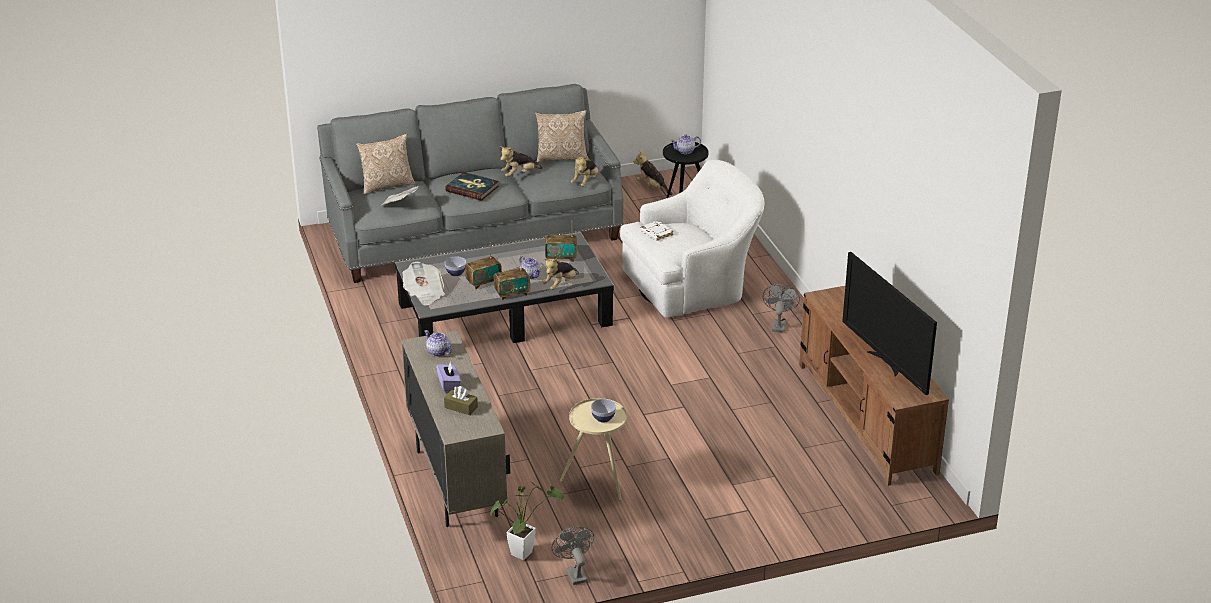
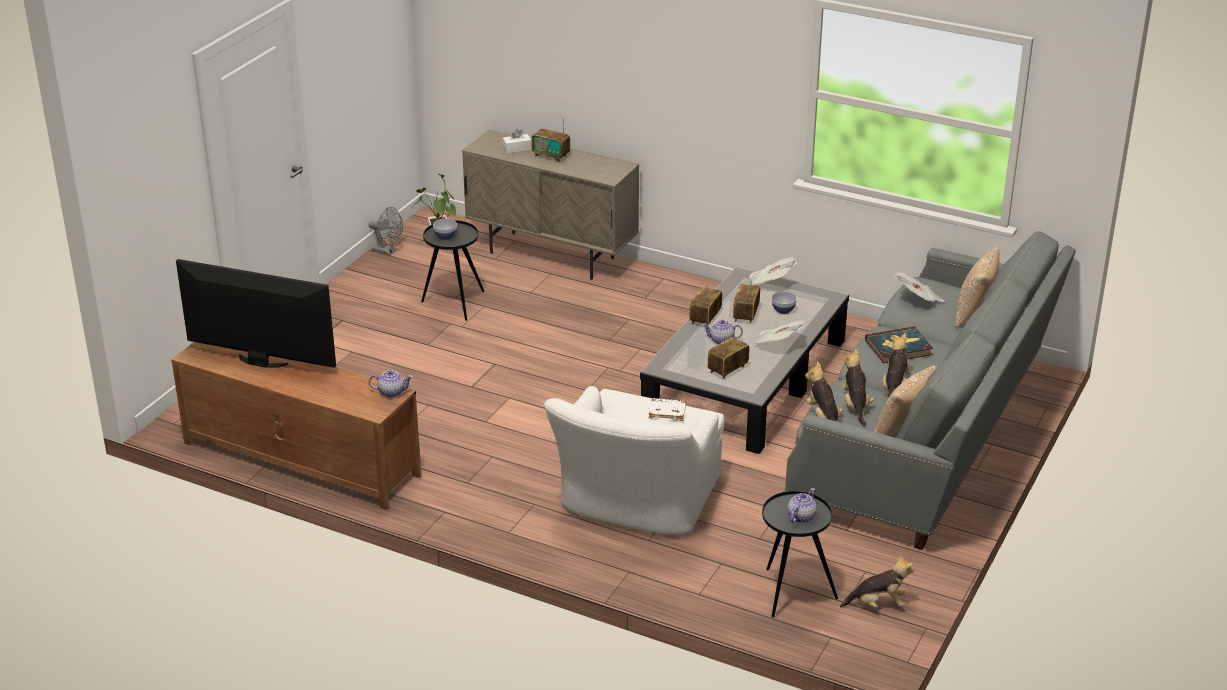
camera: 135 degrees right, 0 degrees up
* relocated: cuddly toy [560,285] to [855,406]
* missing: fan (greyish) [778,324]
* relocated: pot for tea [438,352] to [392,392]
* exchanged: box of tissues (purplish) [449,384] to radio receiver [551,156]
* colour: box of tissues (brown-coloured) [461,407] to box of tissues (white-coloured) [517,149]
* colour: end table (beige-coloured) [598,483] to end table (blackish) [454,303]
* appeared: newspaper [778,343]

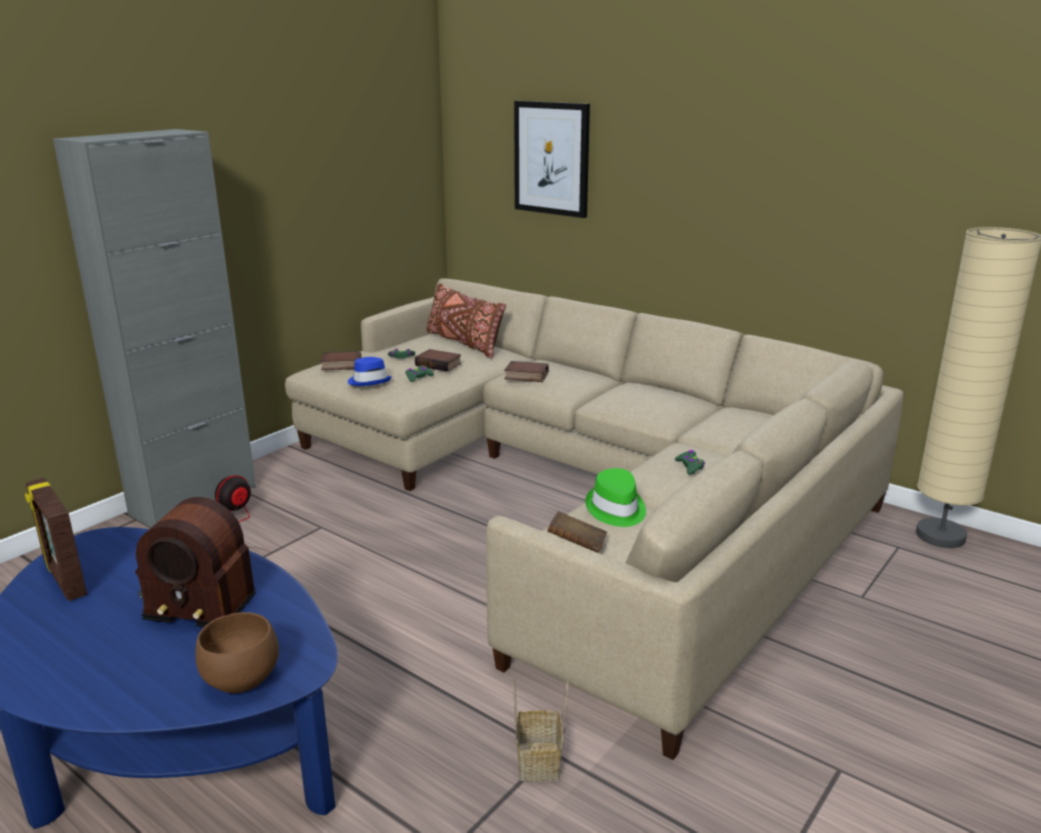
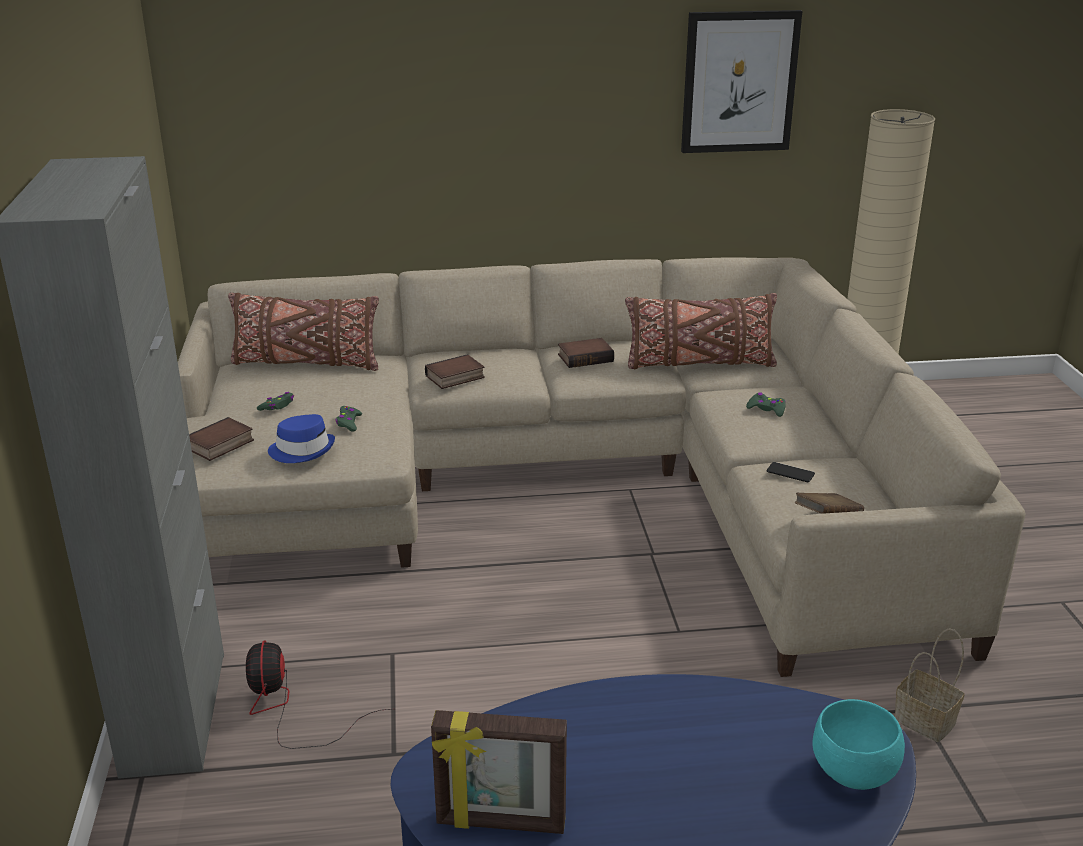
camera: 45 degrees left, 5 degrees up
* relocated: picture [552,158] to [739,82]
* relocated: bound book [439,364] to [585,357]
* exchanged: hat (greenish) [616,509] to phone [790,473]
* missing: radio receiver [198,594]
* colour: serving bowl (brown-coloured) [240,681] to serving bowl (blue-green) [854,775]
* appeared: pillow (brown-coloured) [699,363]

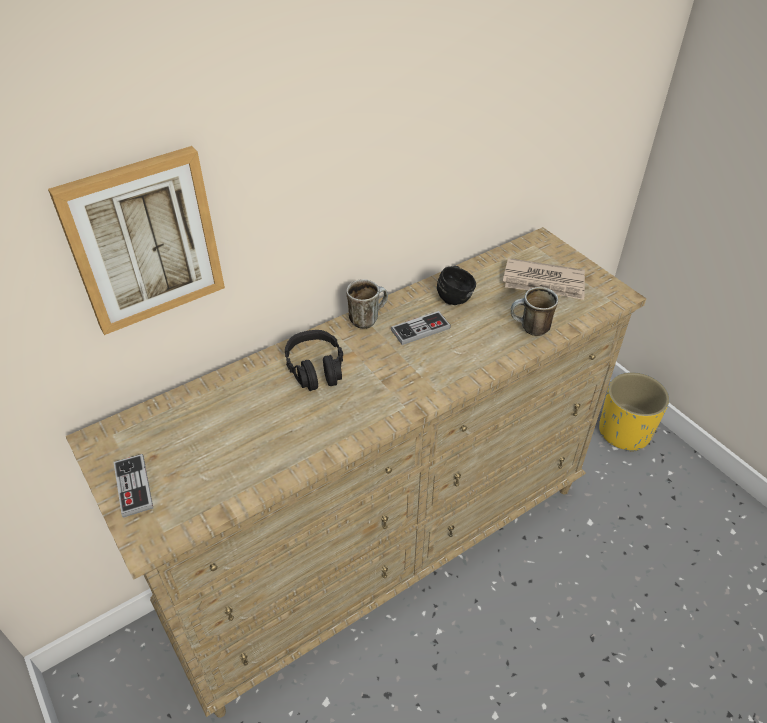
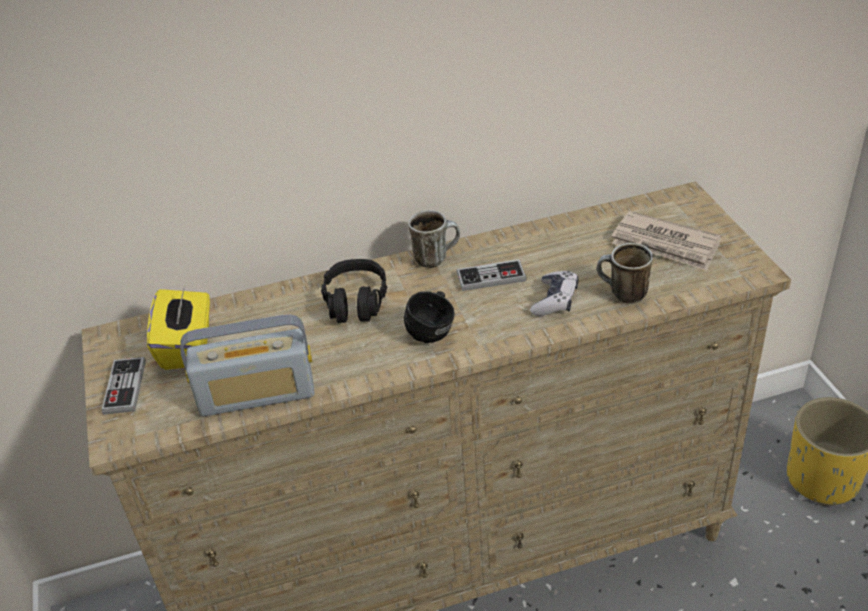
camera: 20 degrees right, 5 degrees down
* missing: picture [144,240]
* relocated: mug (blackish) [455,296] to [434,331]
* appeared: gamepad [555,300]
* appeared: box of tissues (yellowish) [188,346]
* appeared: radio receiver [257,395]

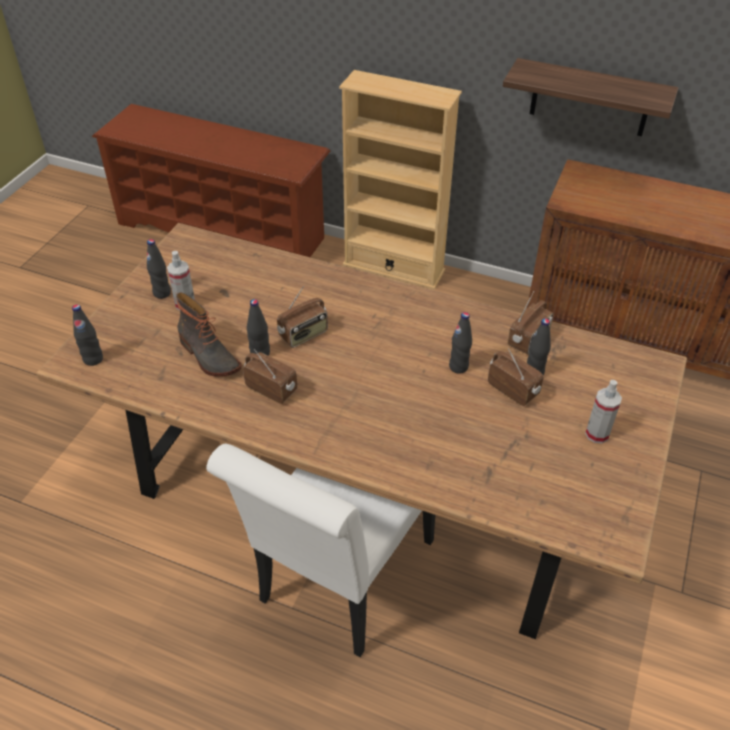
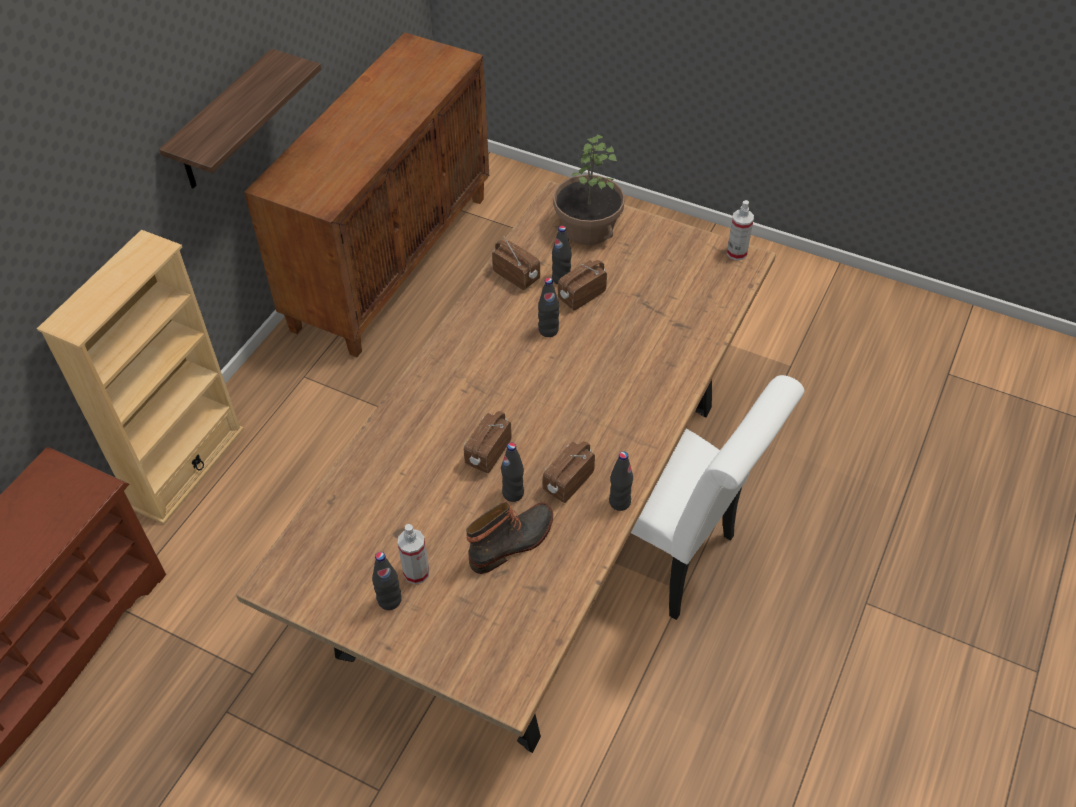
camera: 85 degrees left, 5 degrees up
* spun: radio receiver [304,335] = [487,453] 120 degrees counterclockwise
* relocated: drink bottle (blackish) [93,359] to [619,502]
* relocated: hand sprayer [597,434] to [736,253]
* appeared: plant in a pot [587,228]

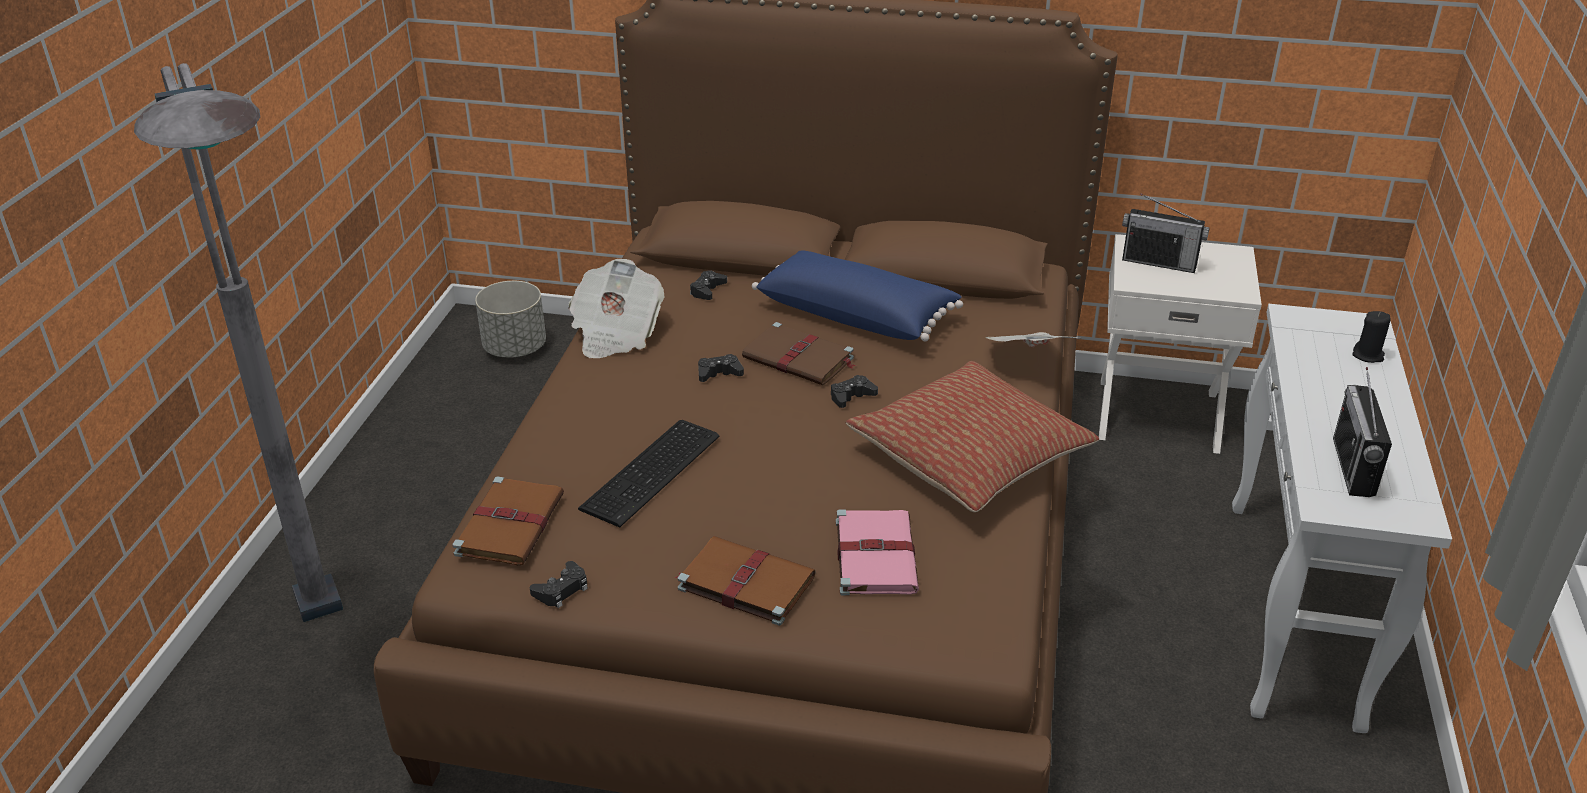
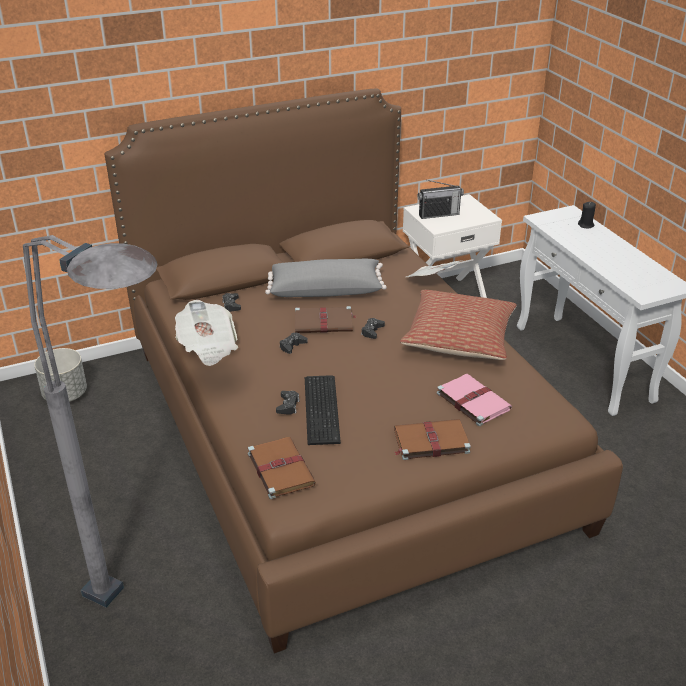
camera: 35 degrees left, 0 degrees up
* colour: pillow (blue) [856,314] to pillow (greyish) [325,290]
* missing: radio receiver [1353,467]
* relocated: gamepad (blackish) [562,590] to [288,405]

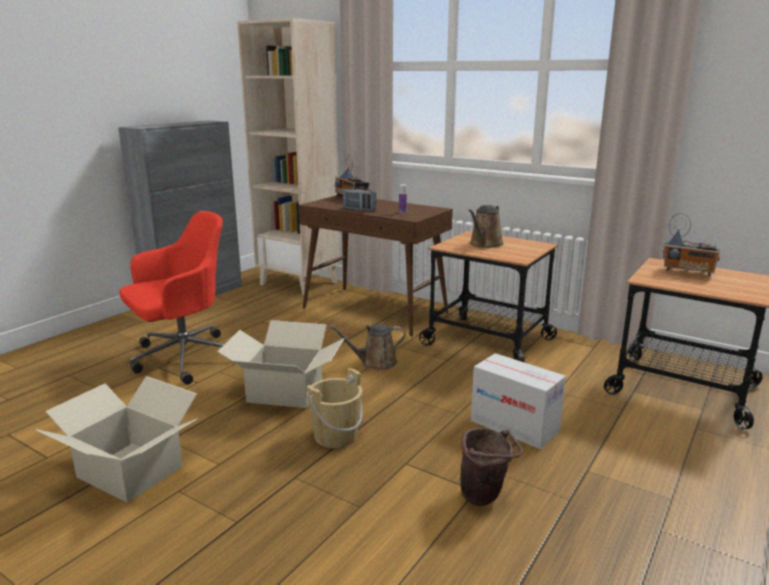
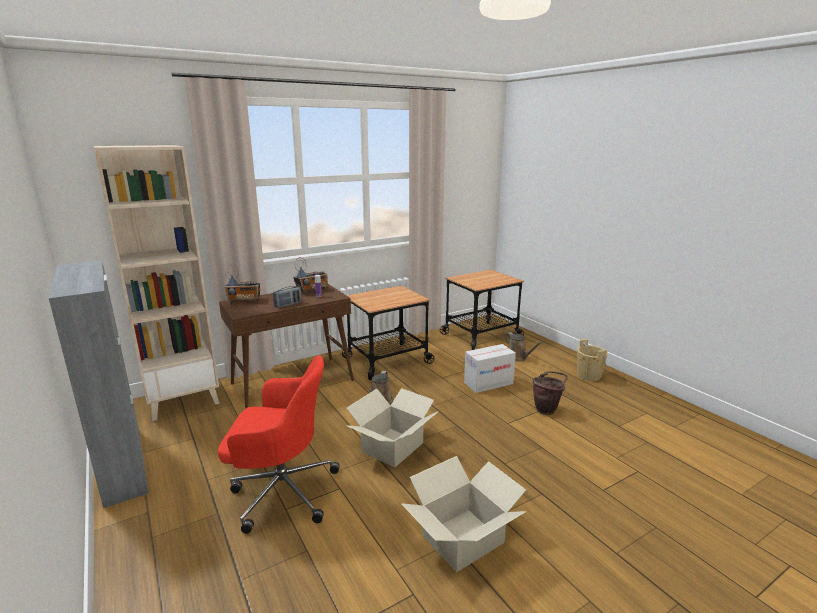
camera: 65 degrees left, 0 degrees up
* relocated: watering can (brown-coloured) [485,244] to [518,357]
* spun: office chair (red-coloured) [183,358] = [282,491] 105 degrees clockwise
* relocated: radio receiver [688,272] to [312,290]
* relocated: water bucket (beige-coloured) [335,436] to [588,375]

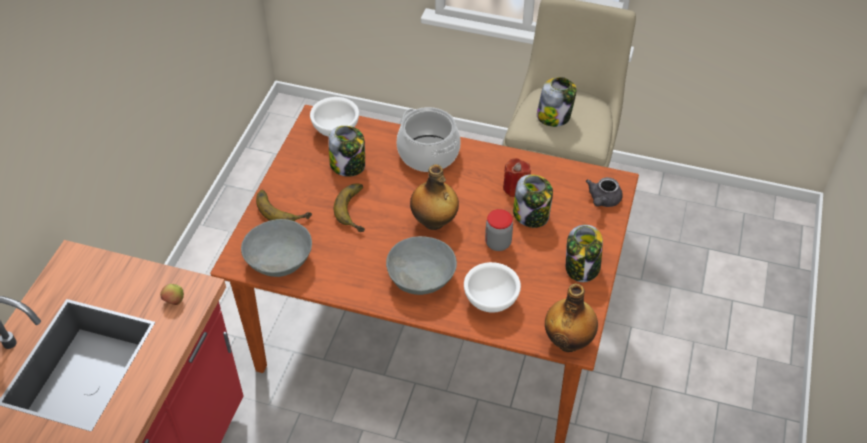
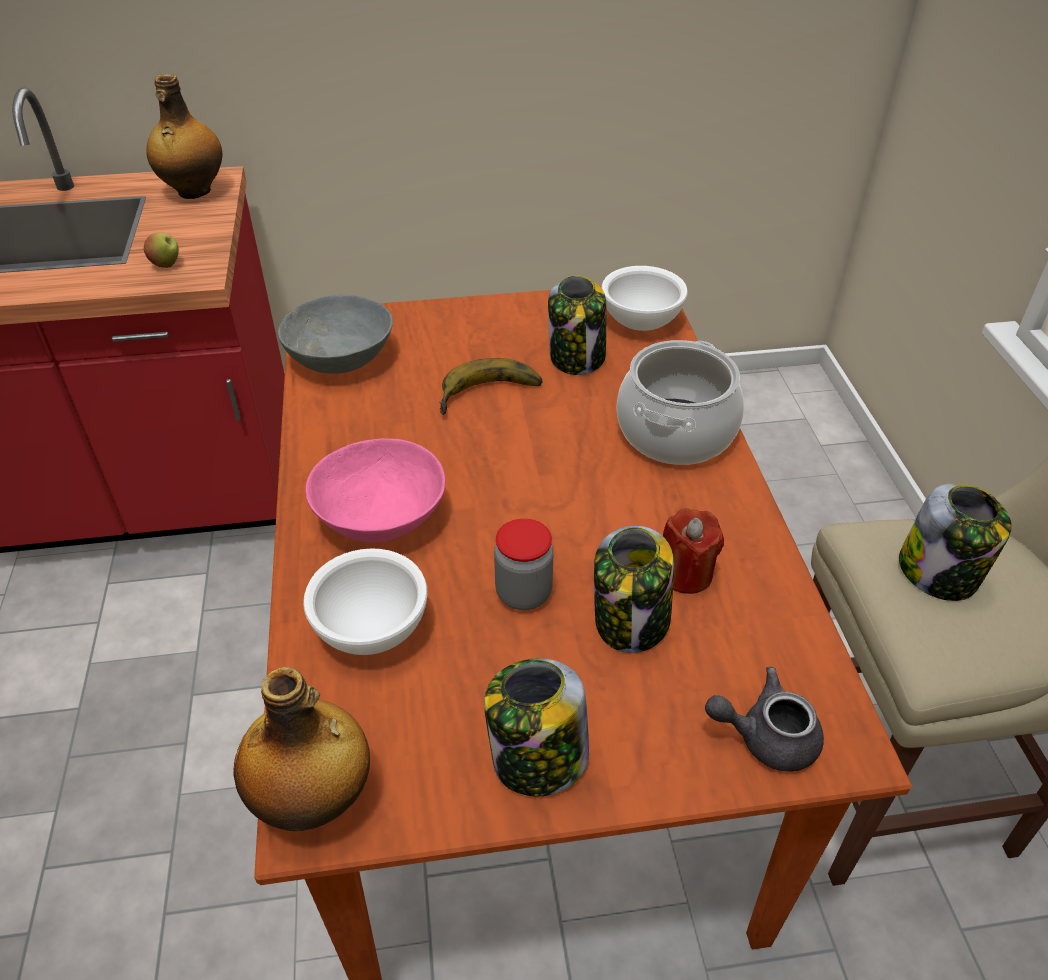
camera: 65 degrees right, 5 degrees down
* relocated: drink bottle [434,222] to [193,192]
* missing: banana fruit [282,207]
* colour: serving bowl (greyish) [422,278] to serving bowl (pink-coloured) [381,518]

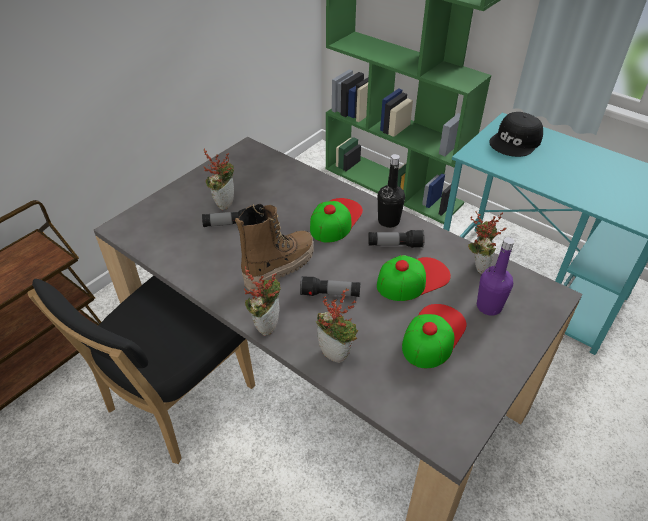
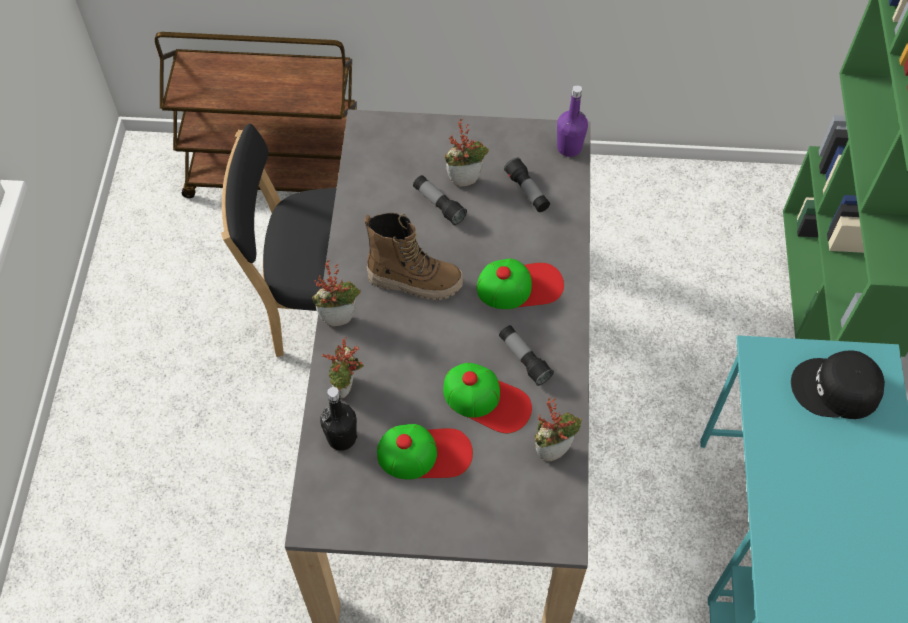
camera: 55 degrees right, 15 degrees up
* relocated: drink bottle (blackish) [388,221] to [342,438]
* relocated: drink bottle (purplish) [489,306] to [569,147]
* relocated: torch [330,294] to [527,191]

